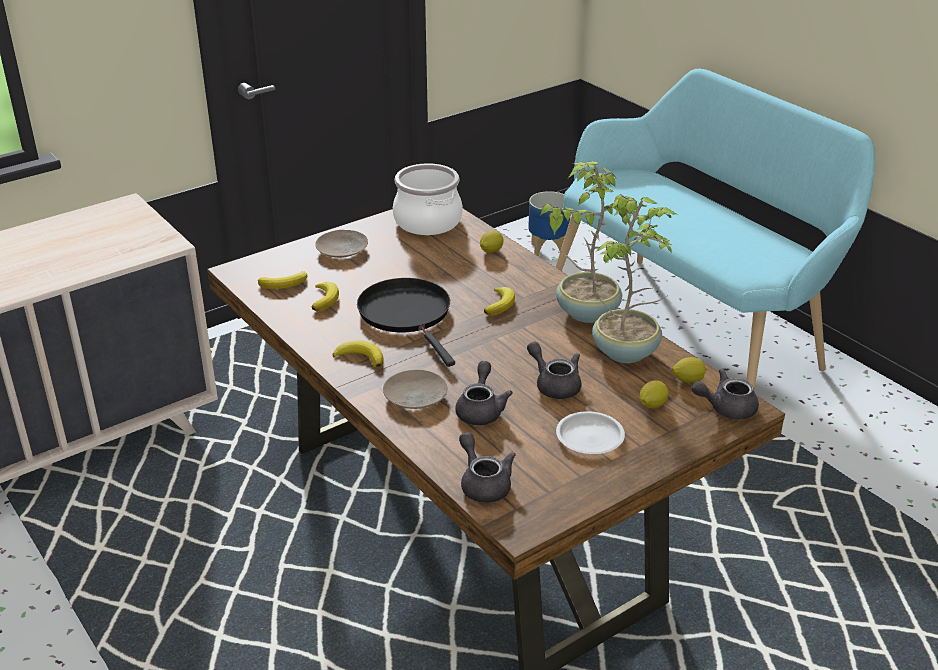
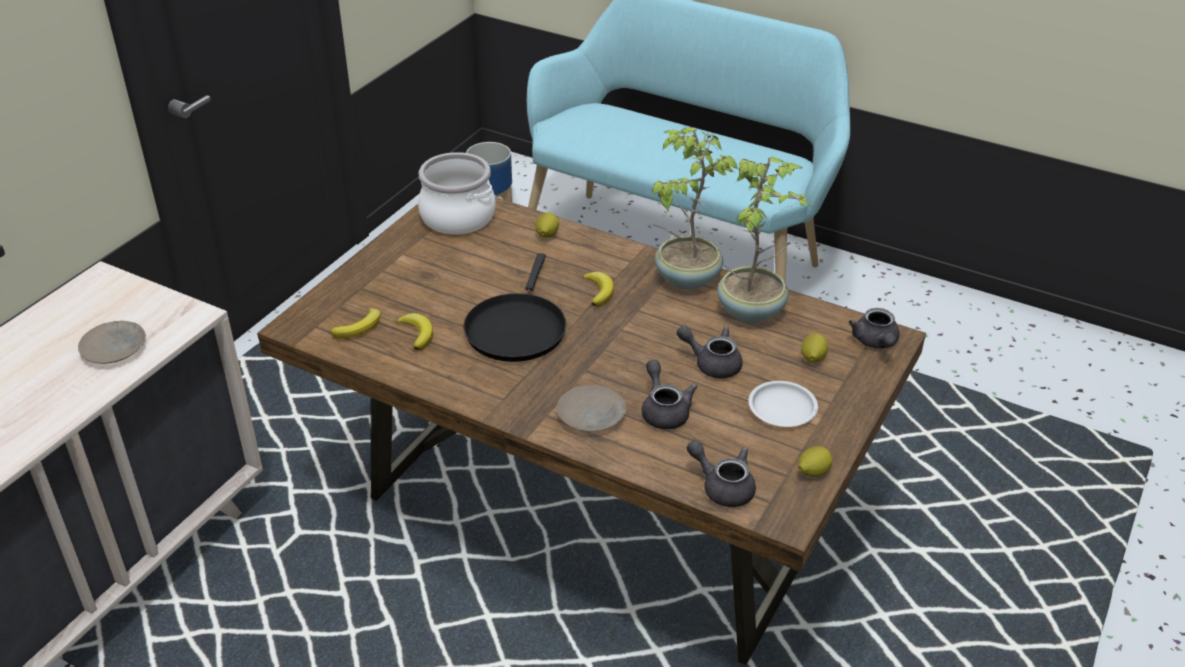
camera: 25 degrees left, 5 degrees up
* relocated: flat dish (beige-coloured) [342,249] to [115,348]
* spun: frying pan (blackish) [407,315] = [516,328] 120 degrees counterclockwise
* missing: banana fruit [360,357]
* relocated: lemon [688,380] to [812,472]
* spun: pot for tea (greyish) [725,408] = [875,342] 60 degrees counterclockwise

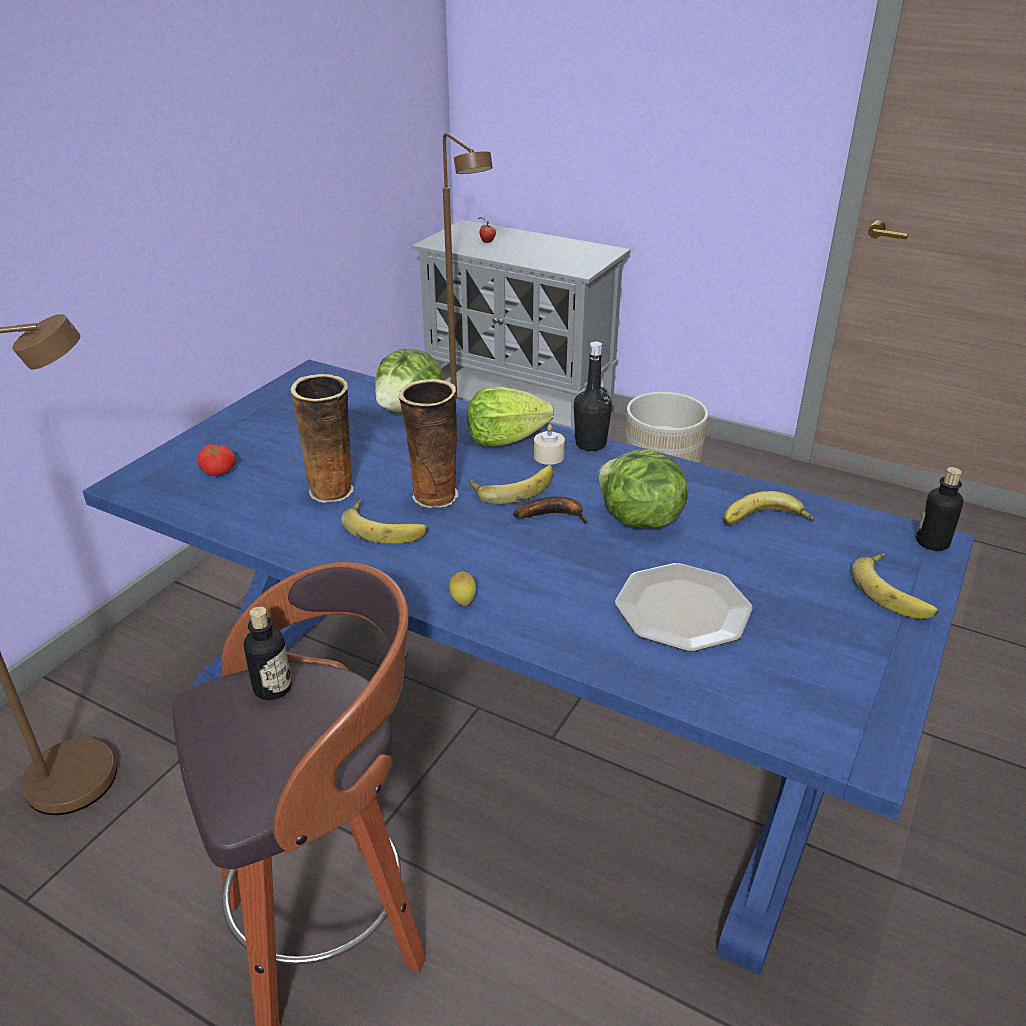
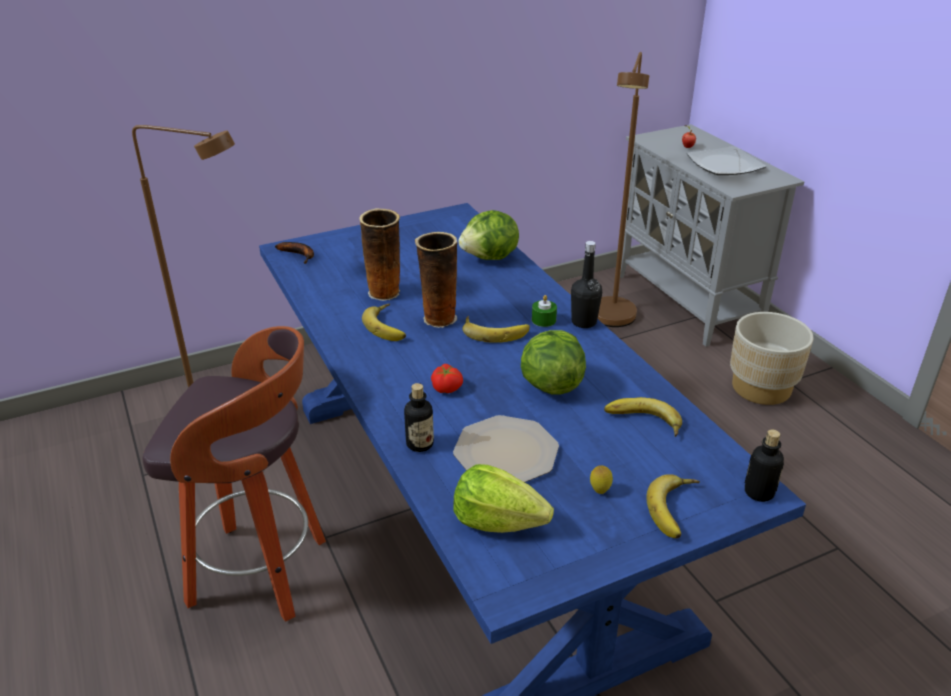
camera: 35 degrees right, 0 degrees up
* relocated: head of lettuce [505,439] to [497,521]
* colour: wax candle (beige-coloured) [549,456] to wax candle (greenish) [543,320]
* relocated: tomato [218,470] to [447,387]
* relocated: banana fruit [553,514] to [299,255]
* relocated: lemon [463,602] to [600,490]
* relocated: drink bottle [272,688] to [420,444]
* appeared: flat dish [726,165]

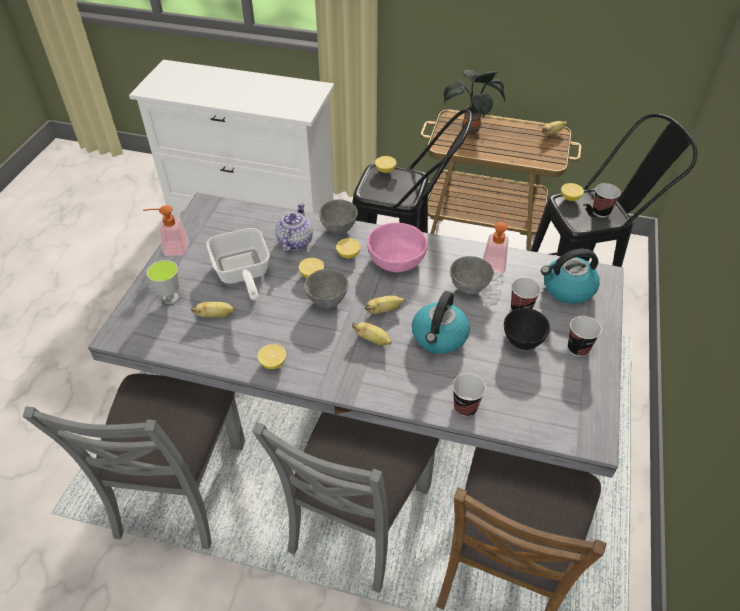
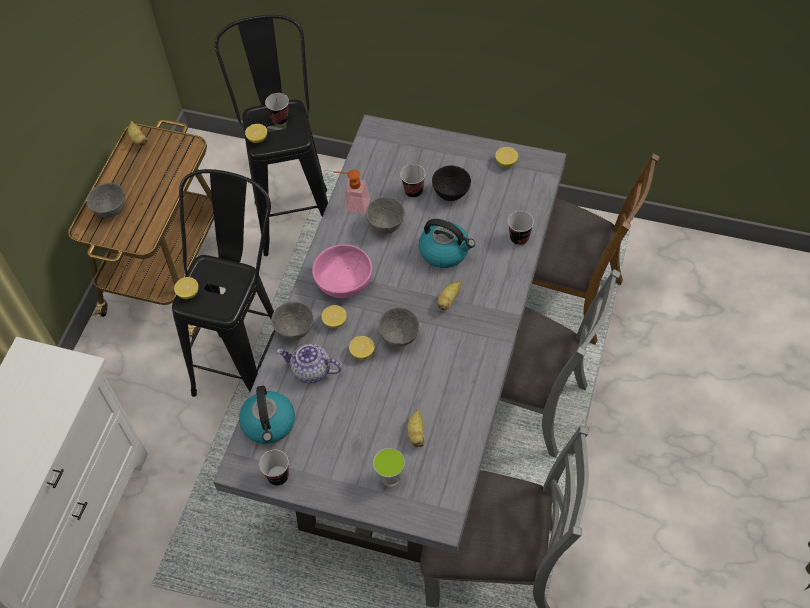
camera: 85 degrees left, 10 degrees up
* exchanged: plant in a pot [471,128] to serving bowl (greyish) [112,211]
* missing: soap dispenser [171,249]
* missing: frying pan [242,274]
* relocated: kettle [567,289] to [269,424]
* missing: banana fruit [383,310]
* relocated: drinking cup [578,348] to [278,476]
* relocated: lemon [273,363] to [506,162]

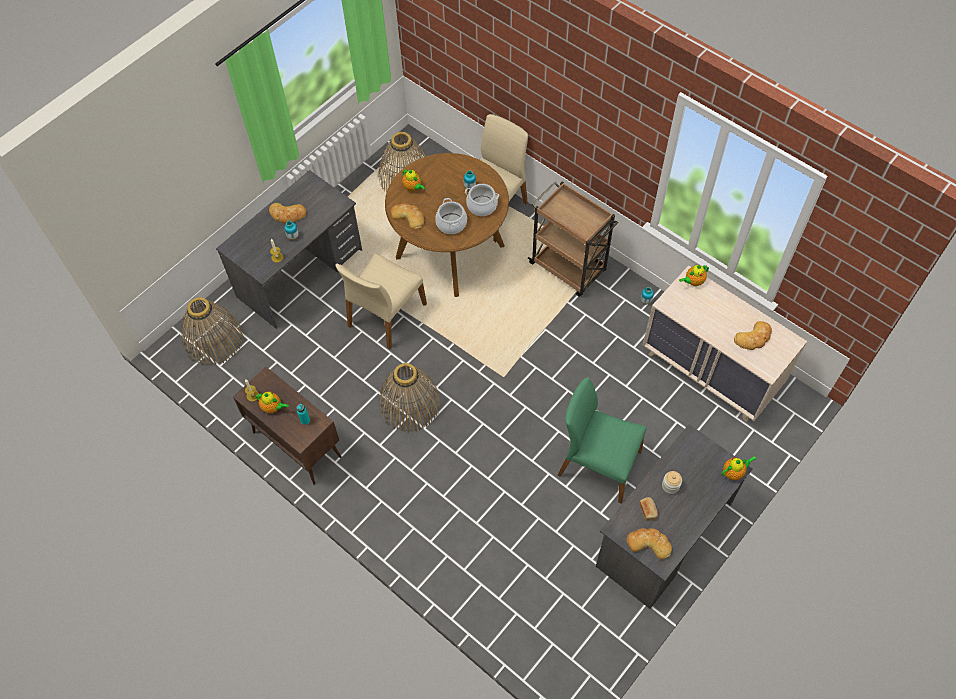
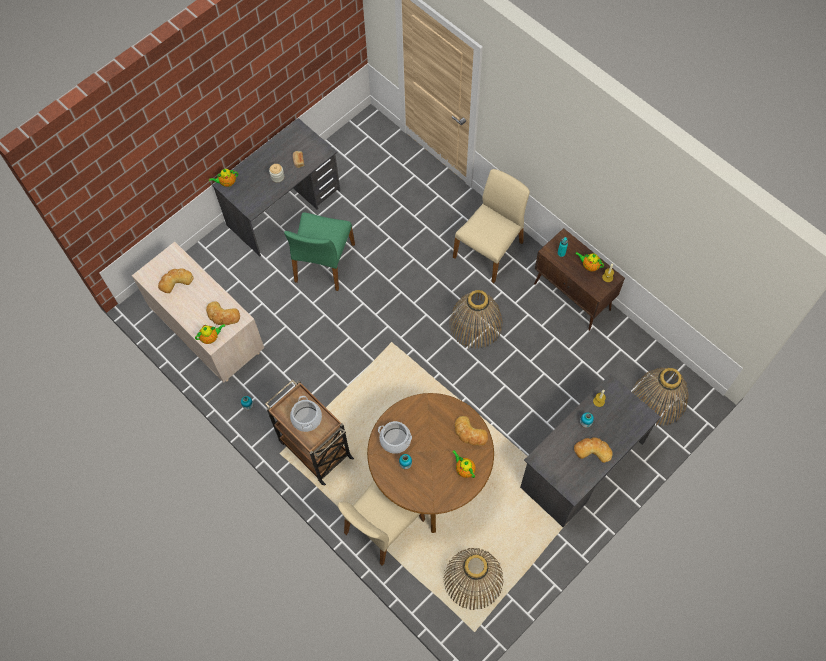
camera: 175 degrees left, 5 degrees up
* relocated: stockpot [451,224] to [307,418]
* relocated: plain chair (beige-coloured) [385,315] to [489,249]
* spun: plain chair (greenish) [598,463] = [323,263] 75 degrees clockwise
* relocated: bakery bread [649,543] to [222,315]

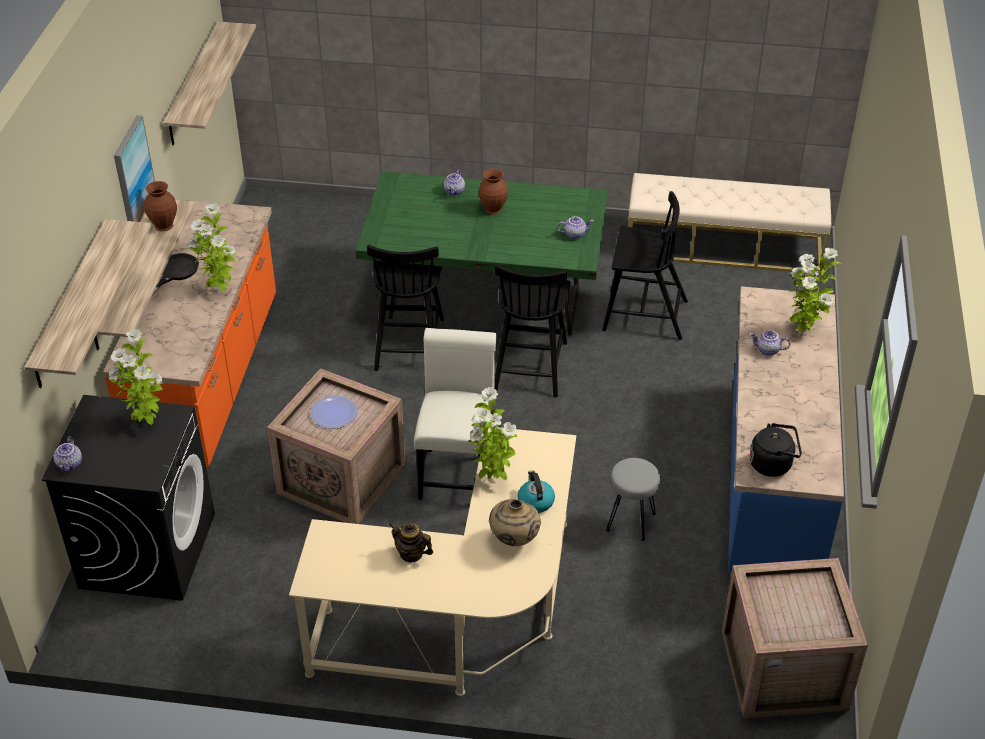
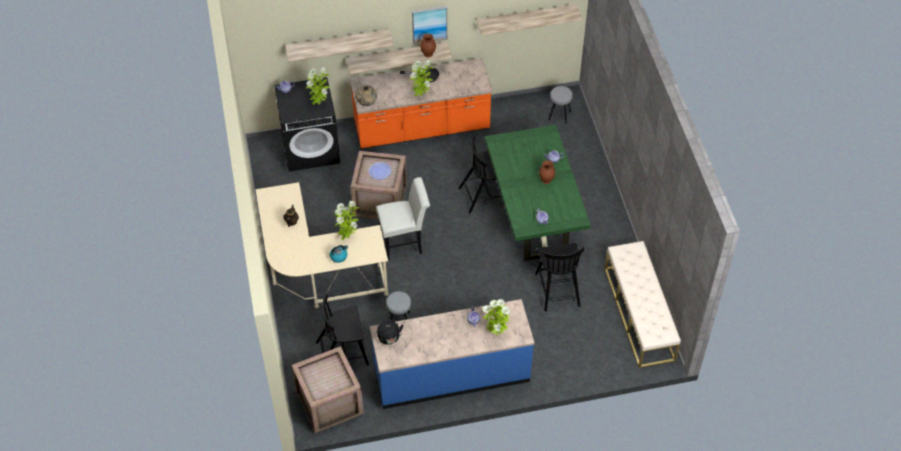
camera: 70 degrees right, 10 degrees up
* relocated: plain chair (blackish) [530,365] to [343,353]
* relocated: vase (beige-coloured) [514,540] to [366,103]
* appeared: stool (greyish) [559,115]

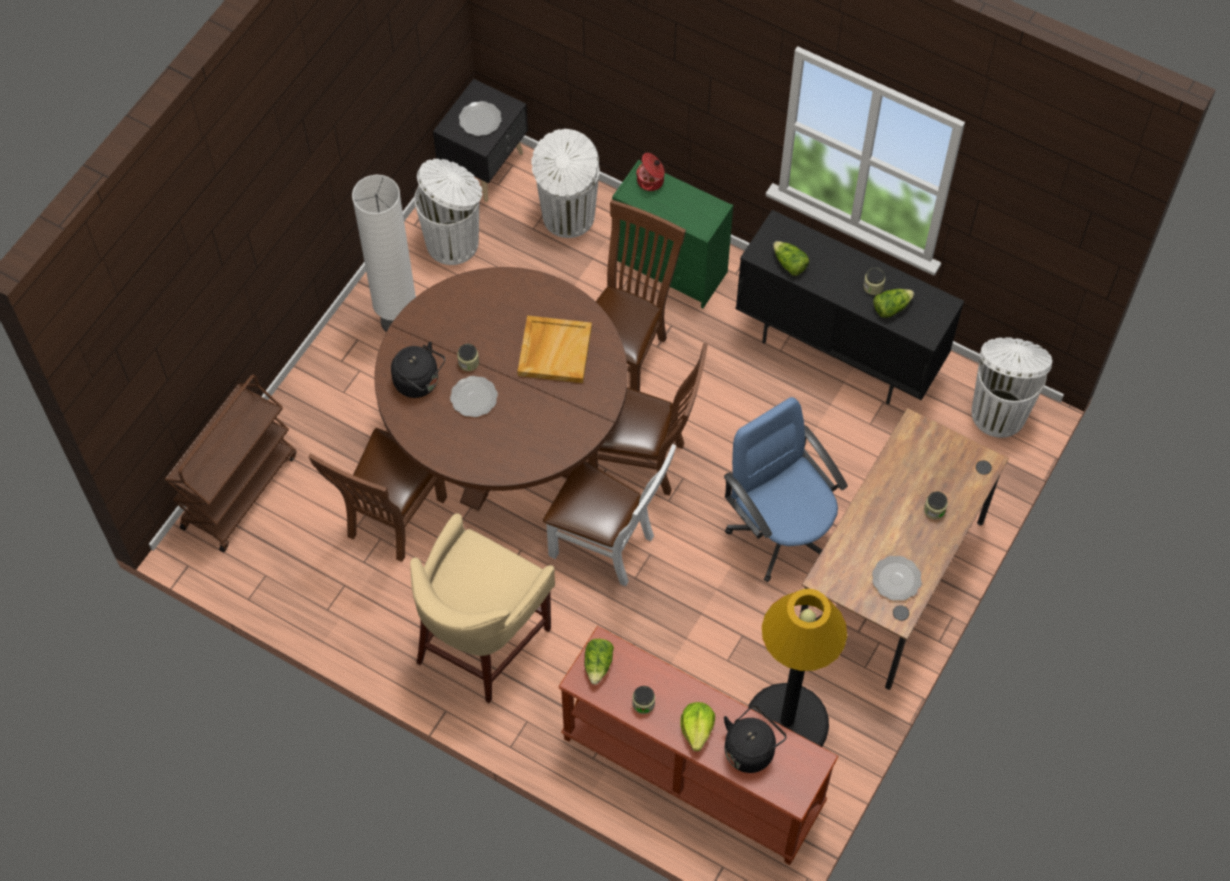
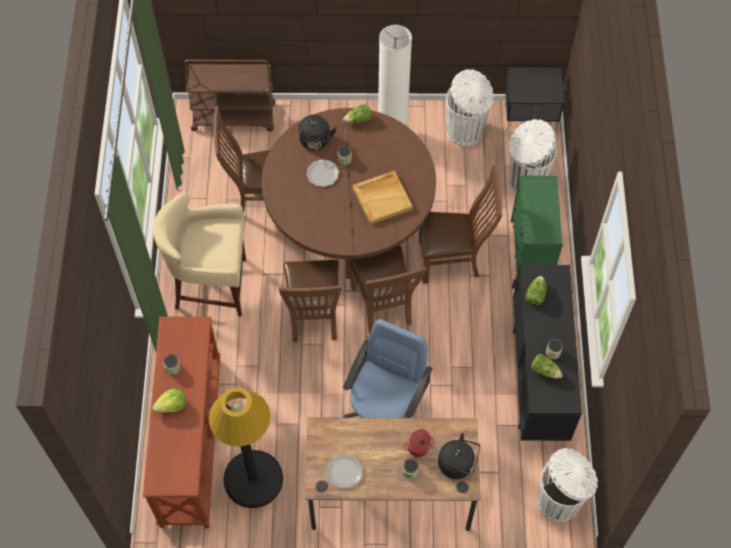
camera: 60 degrees right, 0 degrees up
* missing: flat dish [480,119]
* relocated: stockpot [651,181] to [418,447]
* colour: plain chair (white-coloured) [608,546] to plain chair (brown-coloured) [314,319]
* relocated: head of lettuce [598,664] to [358,120]
* relocated: kettle (blackish) [751,749] to [458,464]

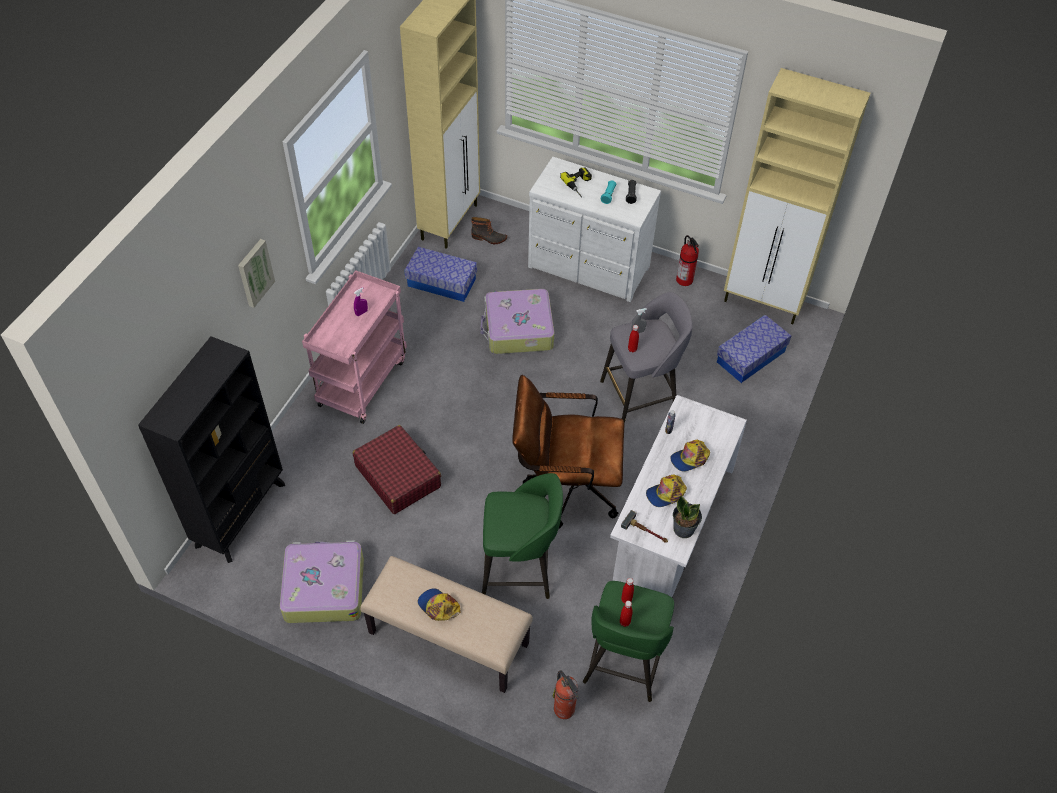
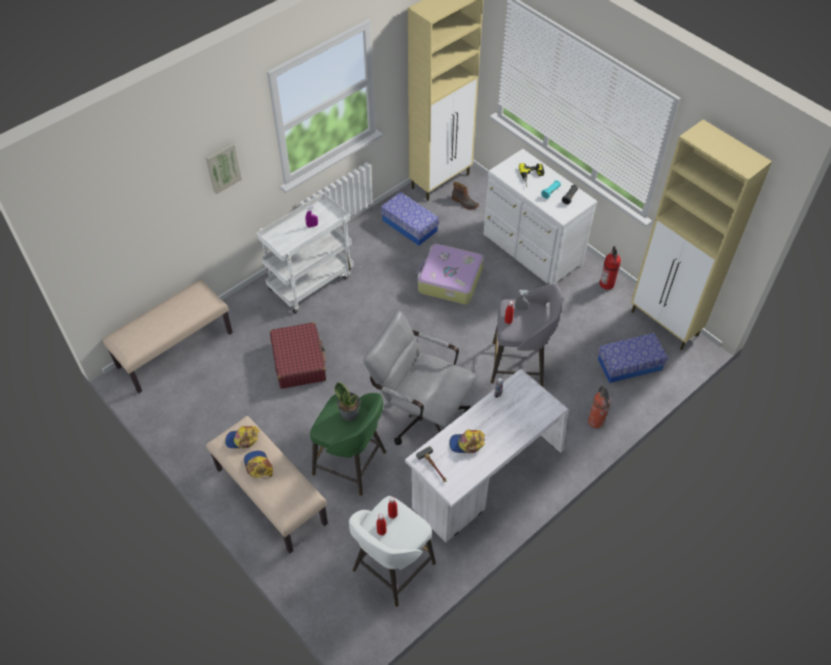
camera: 25 degrees right, 0 degrees up
* colour: cart (pink-coloured) [362,381] to cart (white-coloured) [311,281]
* exchanged: shelving unit (blackish) [241,514] to long seat (beige-coloured) [175,349]
* colour: office chair (brown-coloured) [565,486] to office chair (greyish) [420,414]
* relocated: peaked cap [690,458] to [242,439]
* relocated: plant in a pot [683,528] to [349,413]
* missing: travel case [323,587]
* colour: stool (greenish) [624,663] to stool (white-coloured) [392,568]
* relocated: fire-fighting cylinder [565,710] to [596,422]

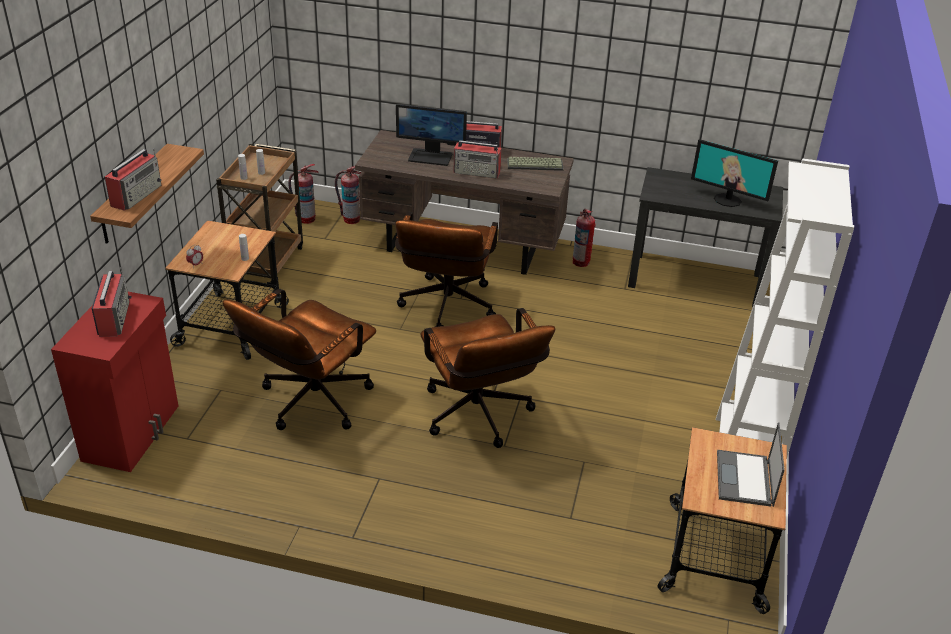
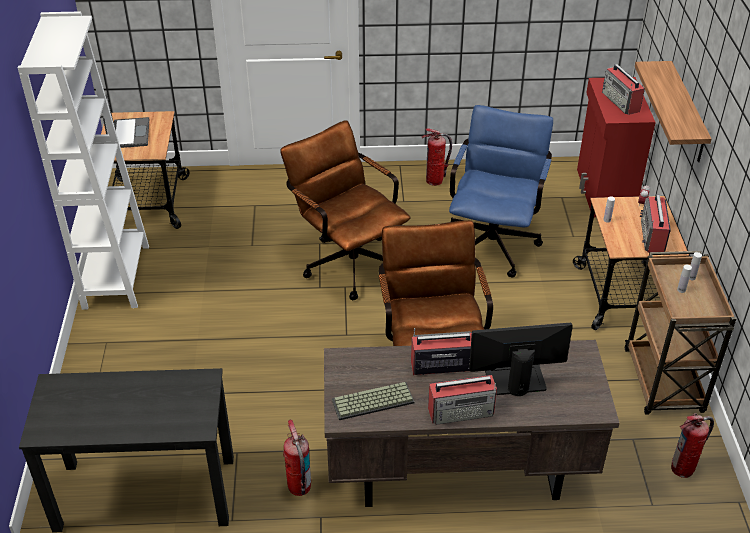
camera: 165 degrees right, 5 degrees up
* missing: computer display [728,200]
* relocated: radio receiver [137,195] to [652,237]
* relocated: fire-fighting cylinder [351,219] to [434,181]
* colour: office chair (brown-coloured) [308,404] to office chair (blue) [493,240]

